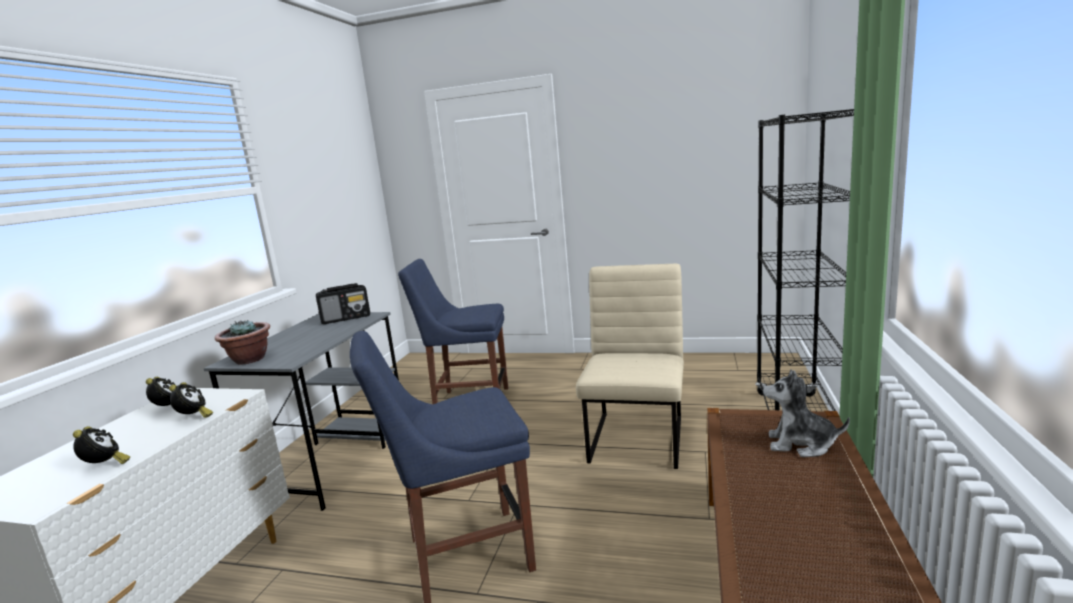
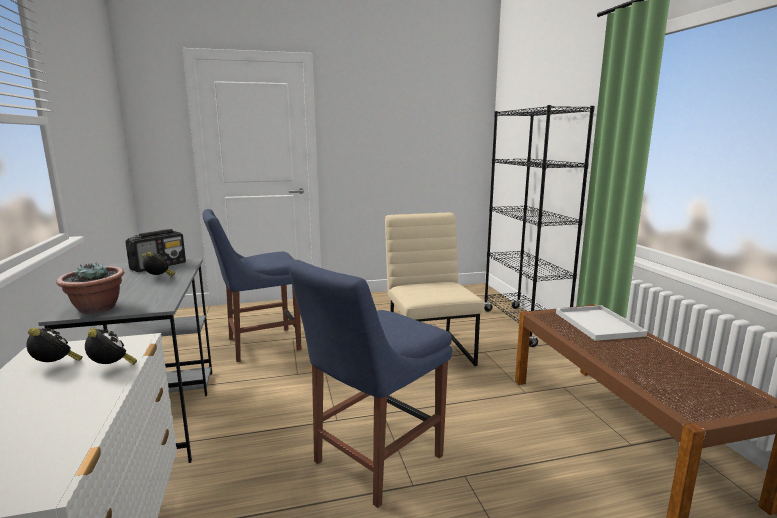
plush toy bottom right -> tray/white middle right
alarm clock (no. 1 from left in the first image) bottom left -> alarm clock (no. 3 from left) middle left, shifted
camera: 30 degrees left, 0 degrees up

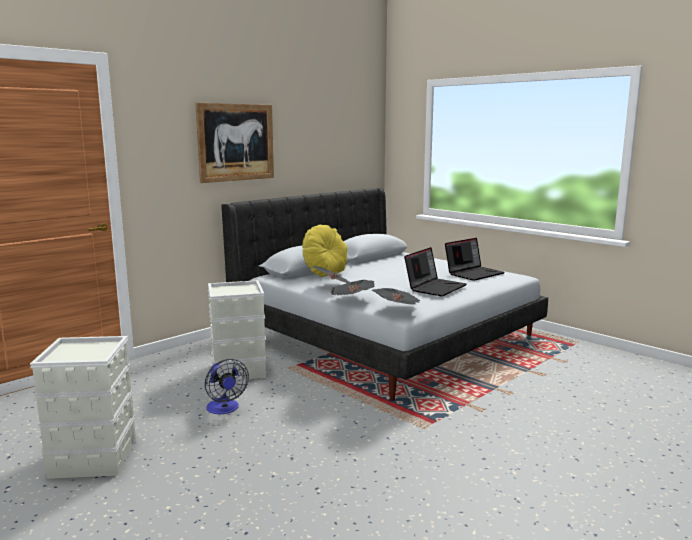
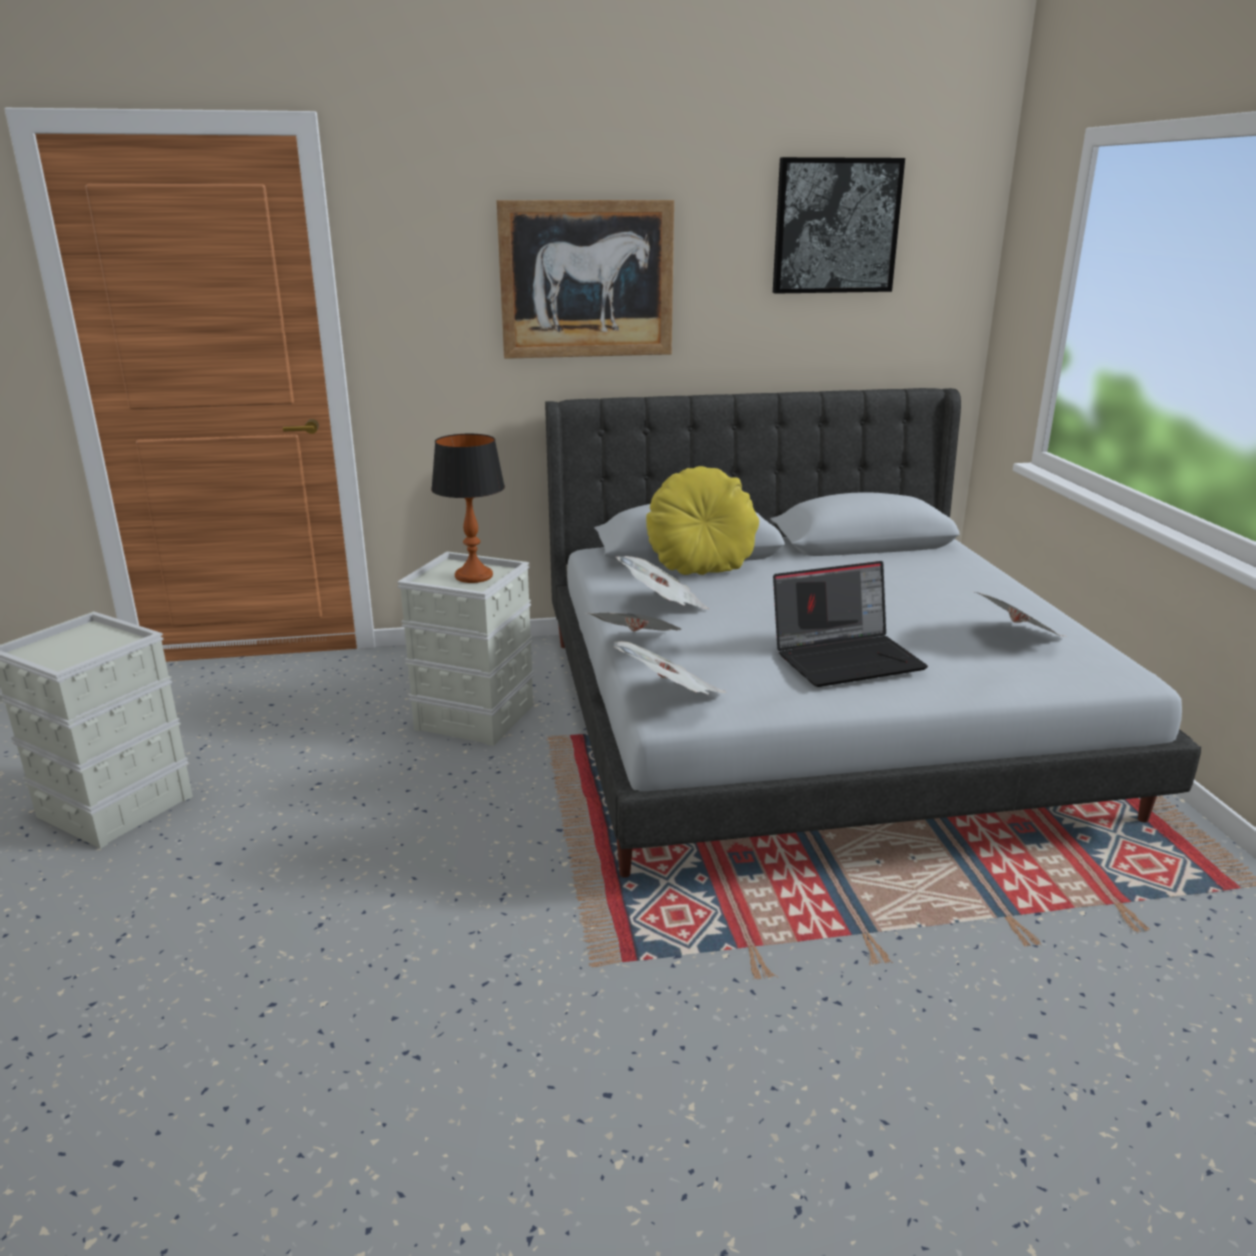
laptop (no. 2 from left) middle right -> newspaper (no. 4 from left) middle right
fan bottom left -> none
none -> picture (no. 2 from left) top right
none -> table lamp centre
camera: 35 degrees right, 10 degrees up

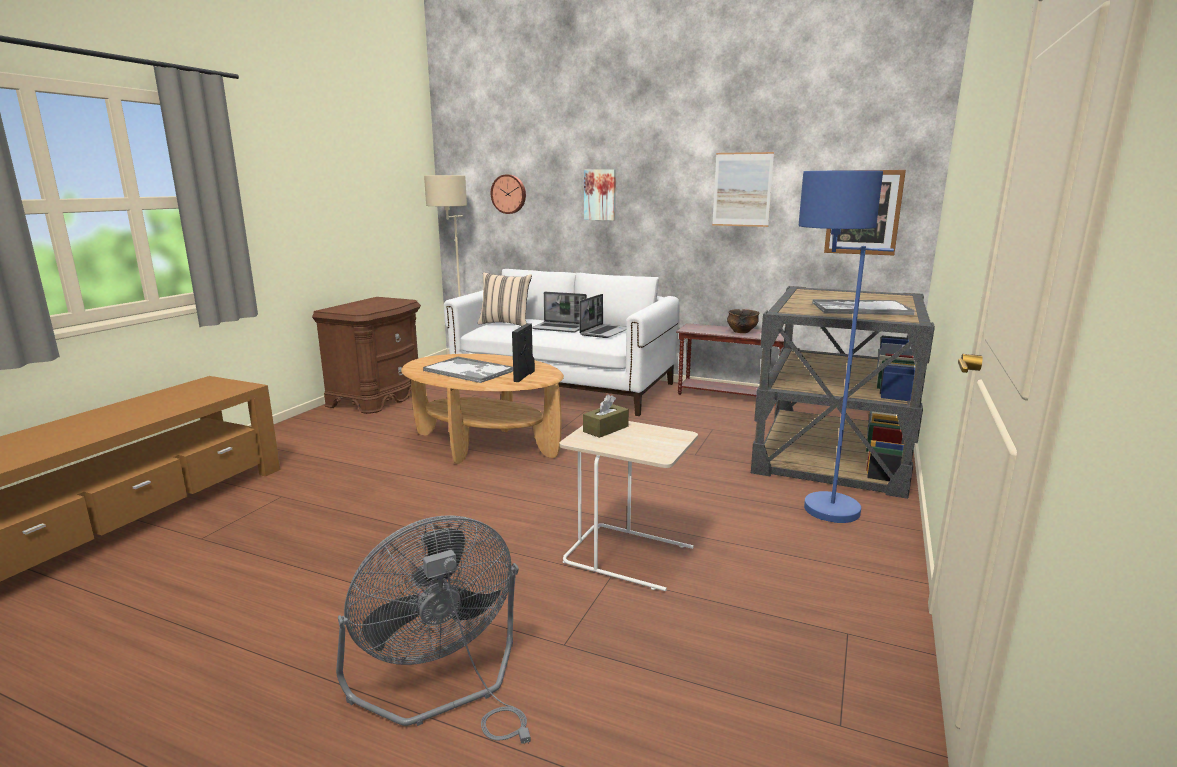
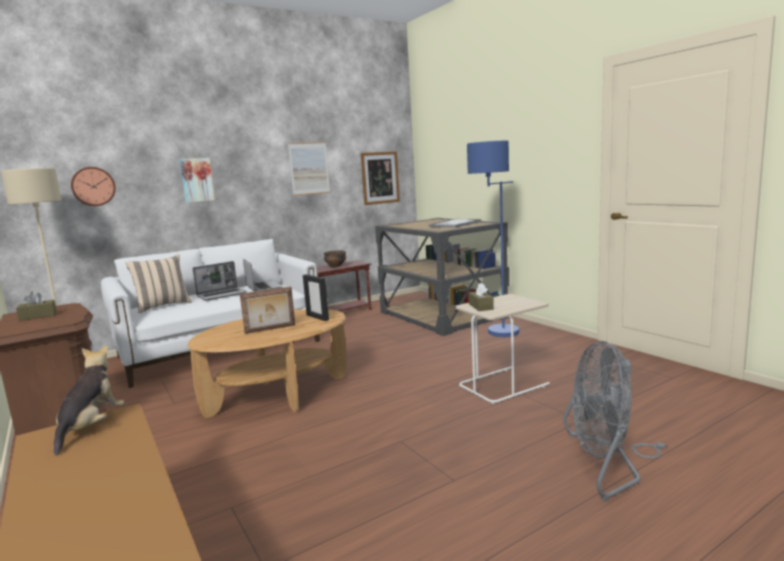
tray (no. 1 from left) centre -> picture frame (no. 1 from left) centre
none -> tissue box/brown (no. 1 from left) middle left
none -> plush toy bottom left
camera: 55 degrees left, 5 degrees down

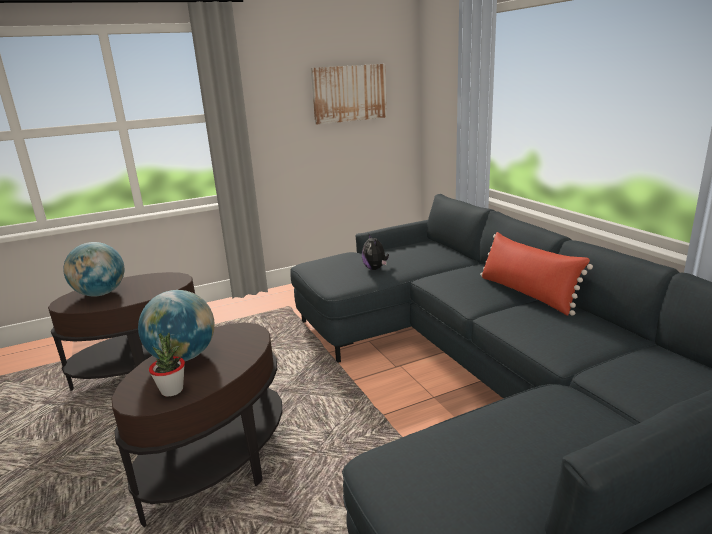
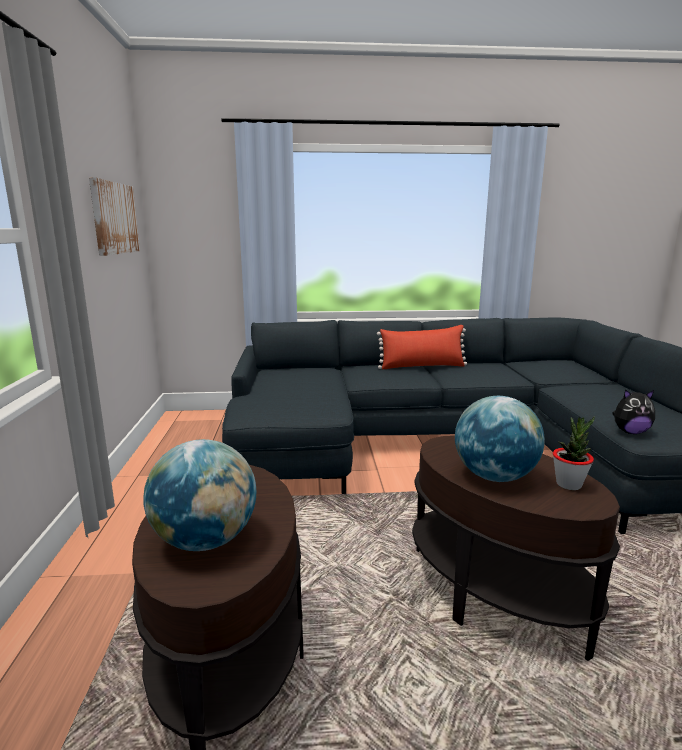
plush toy centre -> plush toy middle right, shifted
camera: 70 degrees left, 5 degrees down

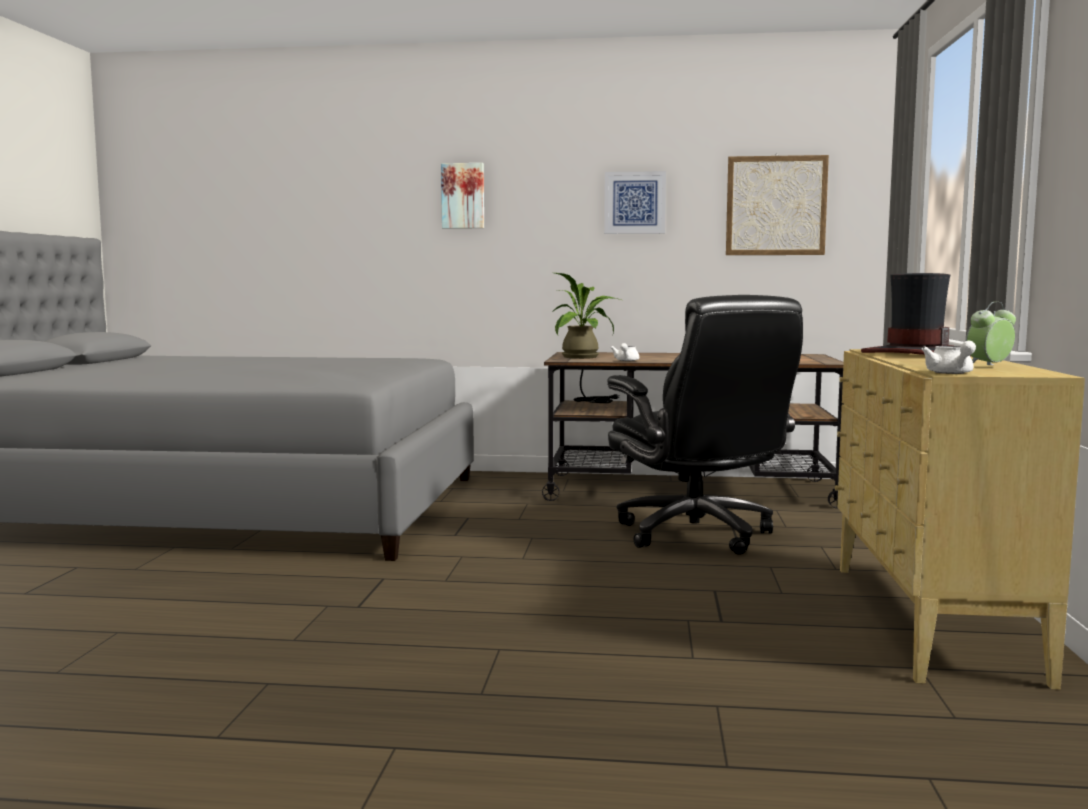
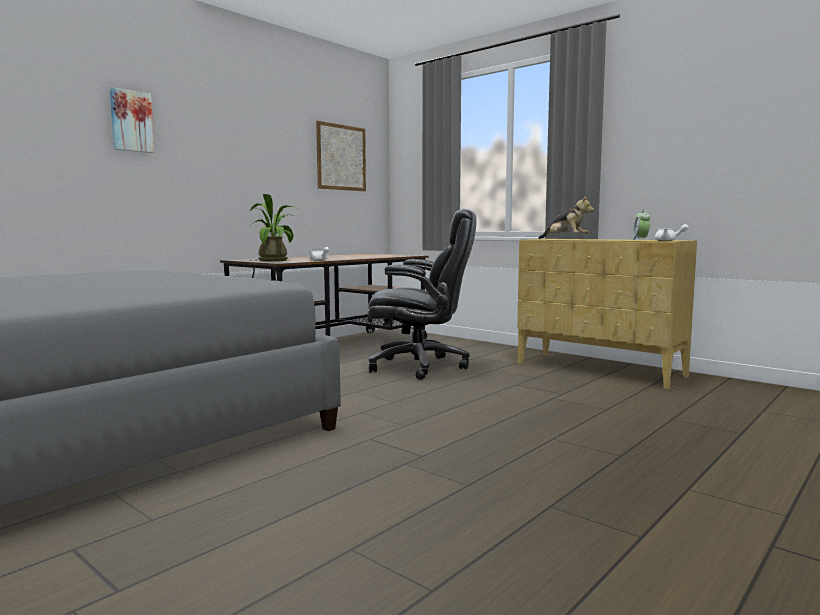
picture (no. 2 from left) top centre -> none
hat middle right -> plush toy middle right
camera: 55 degrees left, 0 degrees up

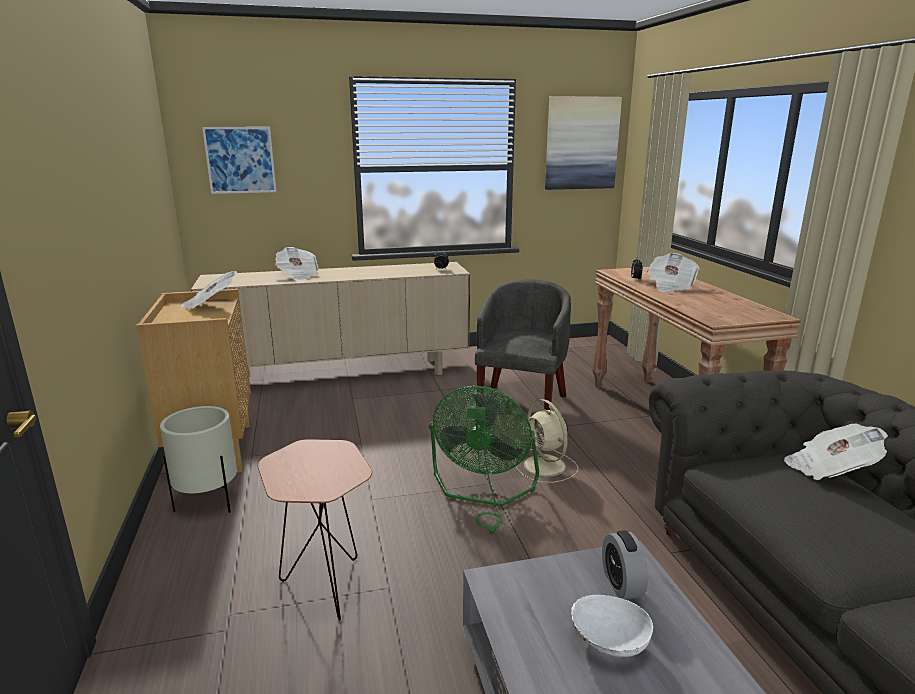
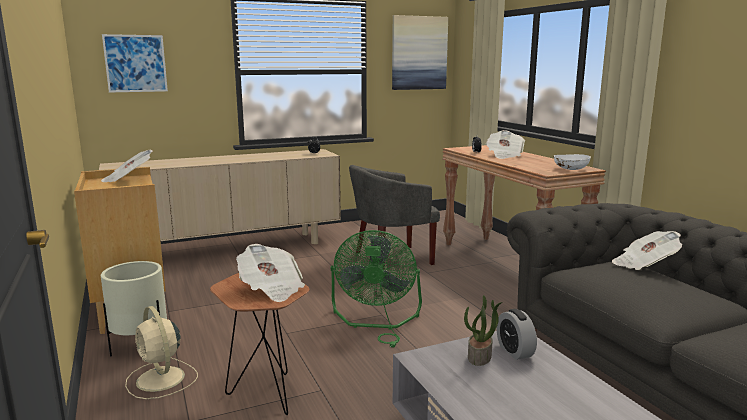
newspaper (no. 2 from left) middle left -> newspaper (no. 2 from left) centre, shifted
armchair/grey centre, 120 degrees counterclockwise
fan/beige centre -> fan/beige bottom left, shifted
bowl/white bottom right -> bowl/white middle right, shifted
none -> potted plant bottom centre
camera: 10 degrees left, 5 degrees down

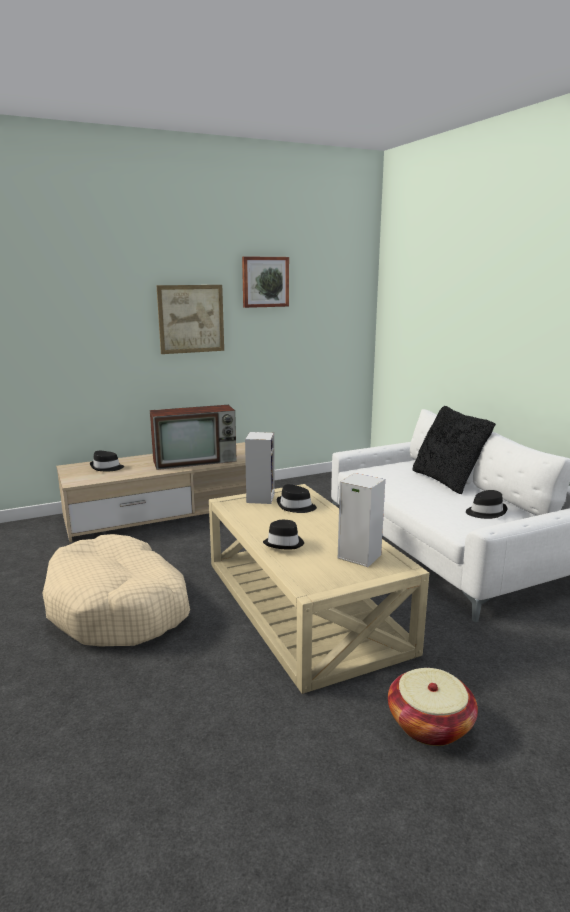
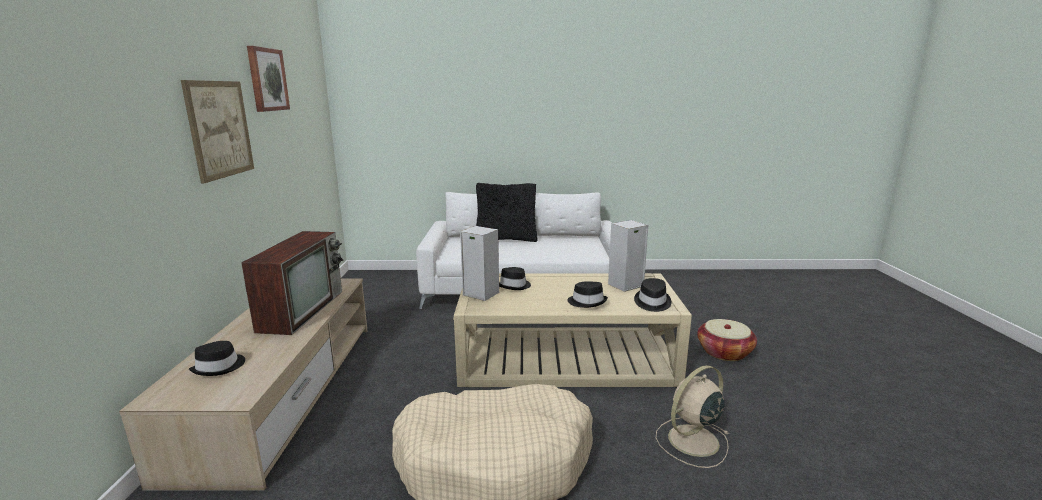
hat/black (no. 4 from left) middle right -> hat/black (no. 4 from left) centre, shifted
none -> fan/beige bottom centre
camera: 65 degrees left, 0 degrees up

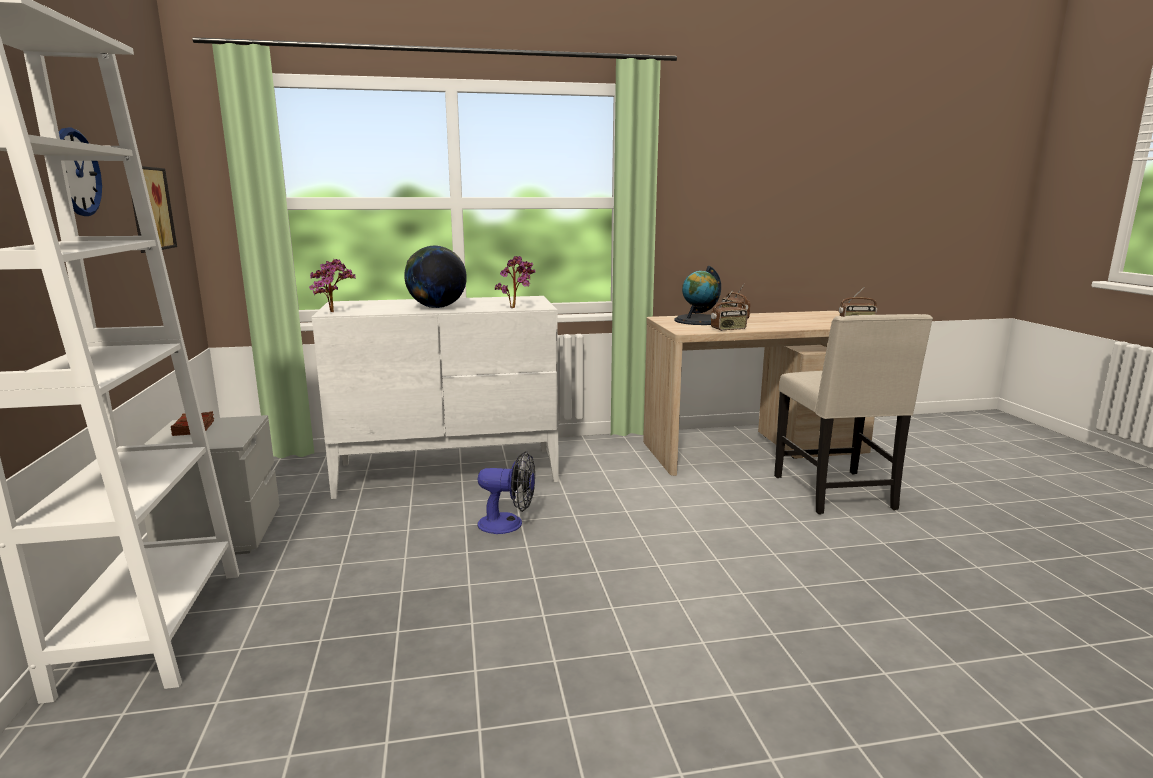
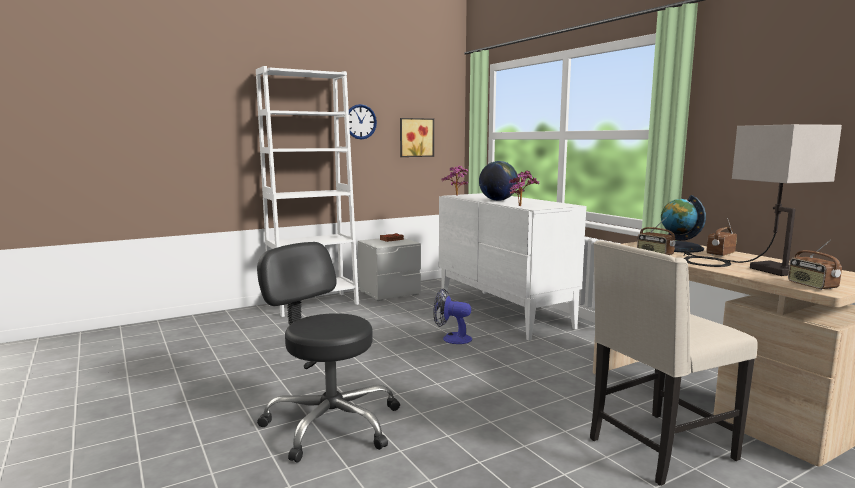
fan centre, 120 degrees clockwise
none -> table lamp middle right
none -> office chair/black bottom centre
camera: 70 degrees right, 5 degrees down

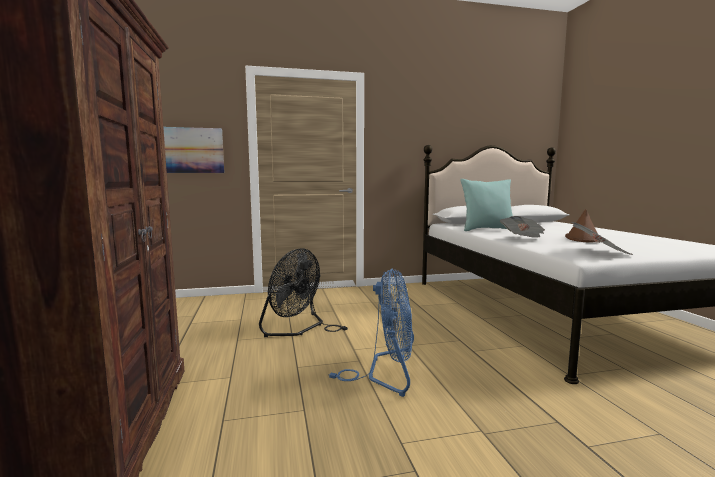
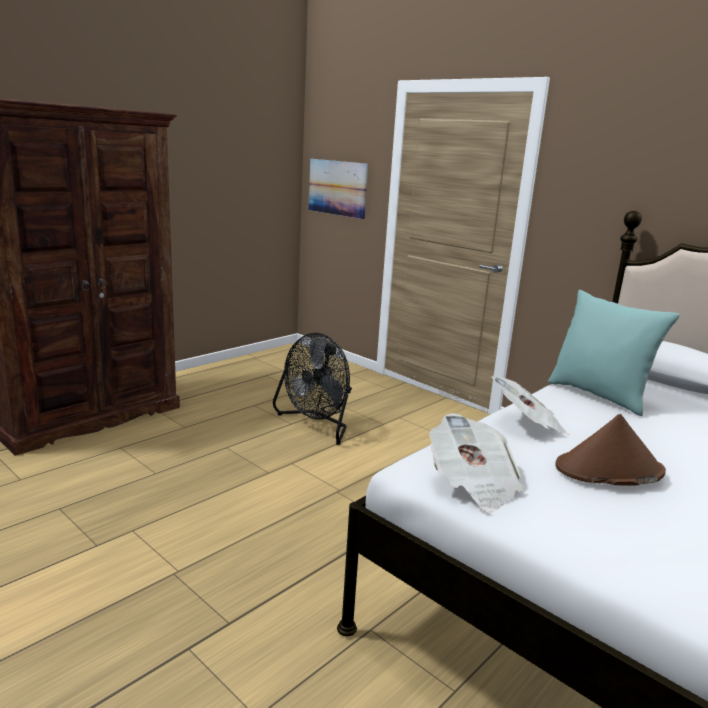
fan/black centre, 135 degrees counterclockwise
fan/blue bottom centre -> none
camera: 55 degrees right, 10 degrees up

